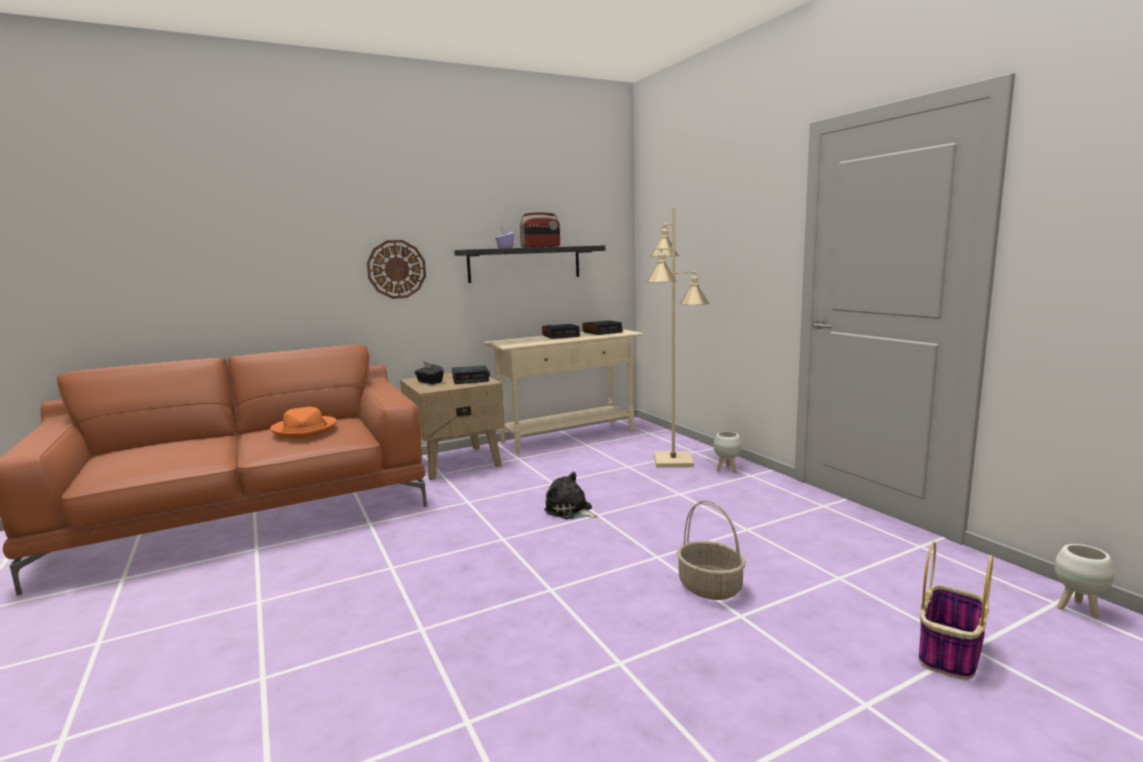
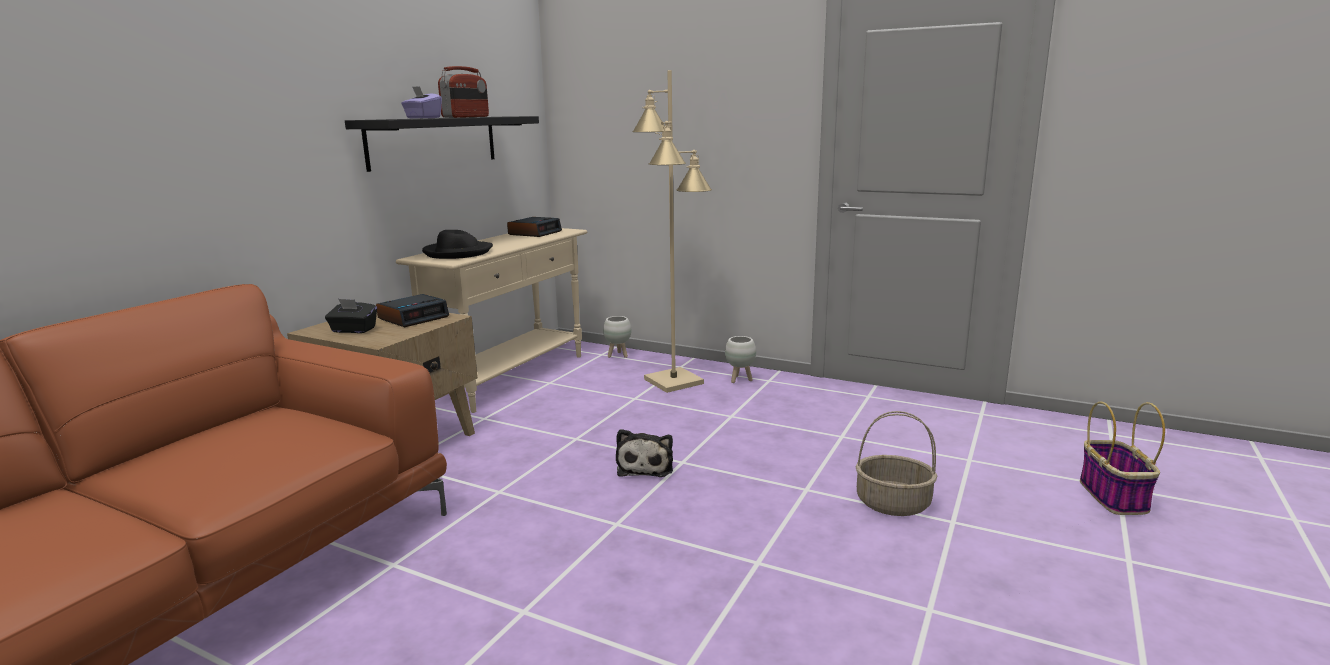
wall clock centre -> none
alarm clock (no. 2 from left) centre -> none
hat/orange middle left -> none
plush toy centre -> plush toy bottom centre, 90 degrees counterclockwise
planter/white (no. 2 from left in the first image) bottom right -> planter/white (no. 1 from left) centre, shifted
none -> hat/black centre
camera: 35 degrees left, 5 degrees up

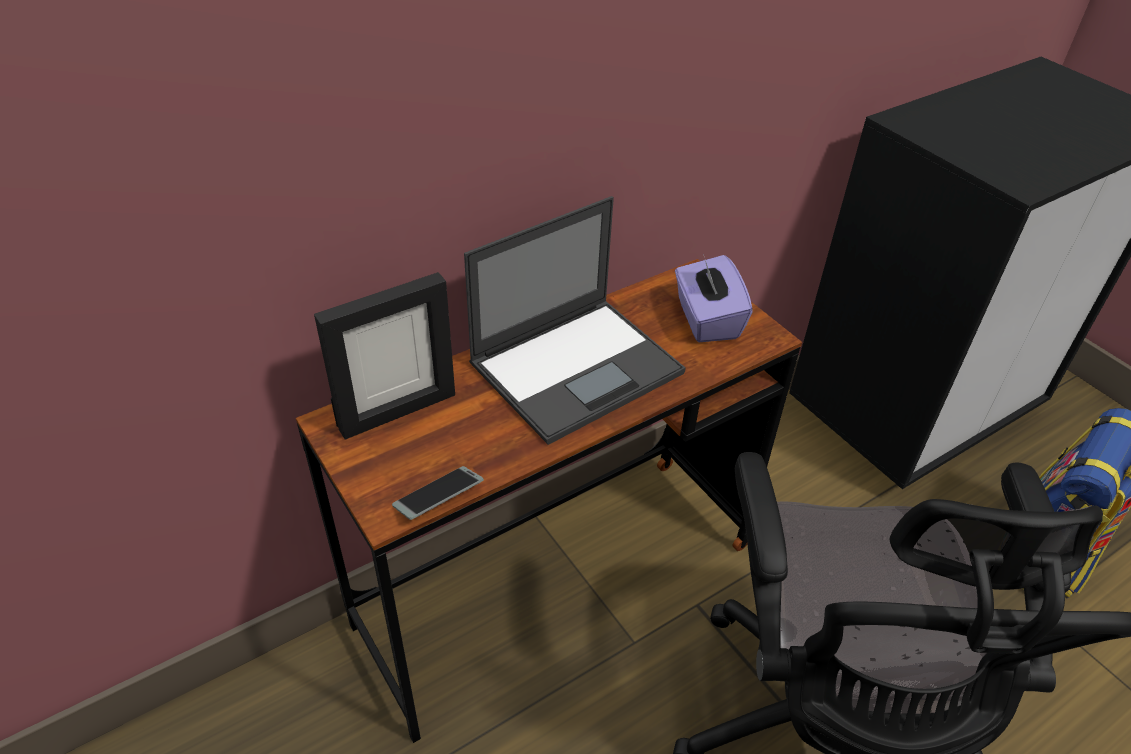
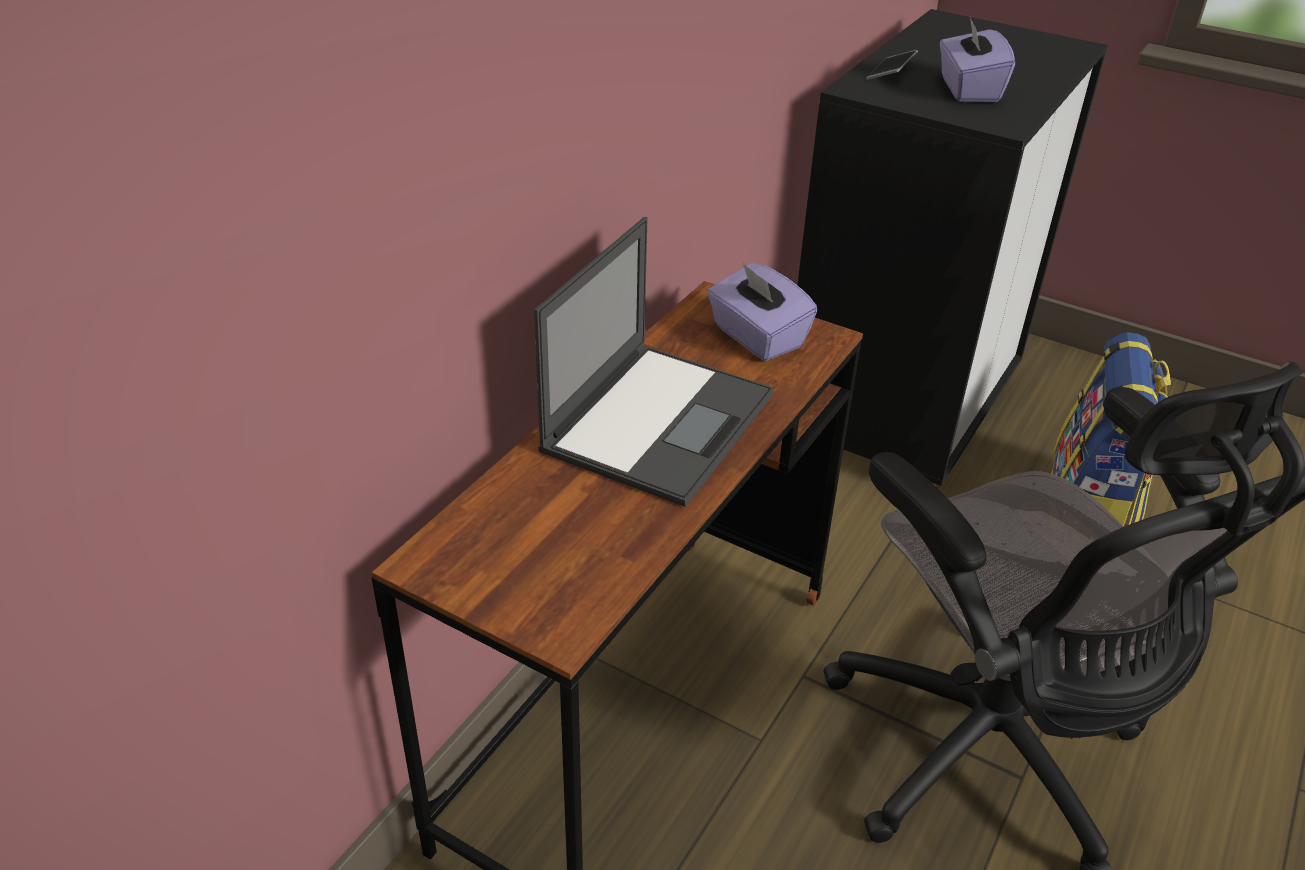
picture frame centre -> none
phone centre -> phone top right, shifted
none -> tissue box/purple (no. 2 from left) top right
camera: 25 degrees left, 5 degrees down

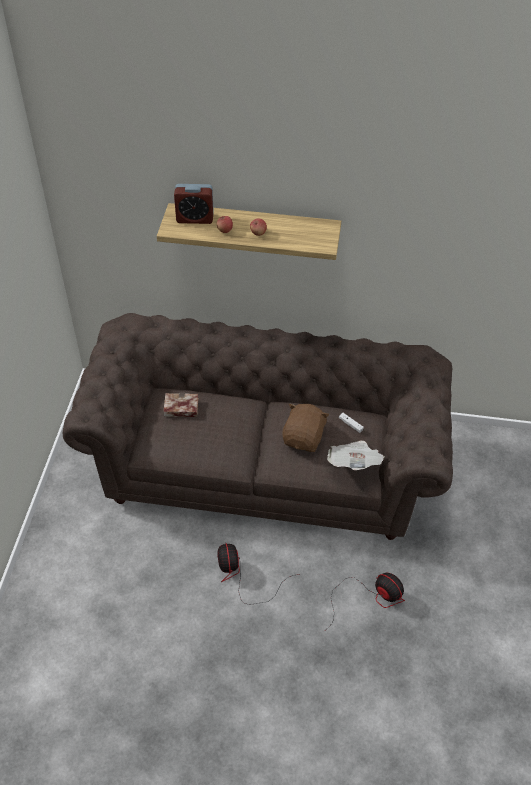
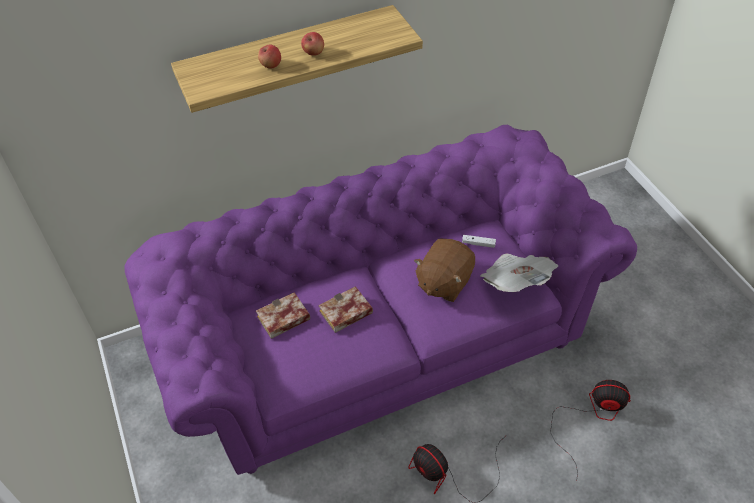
alarm clock top centre -> none
sofa/brown centre -> sofa/purple centre
plush toy/brown centre, 135 degrees counterclockwise
none -> book (no. 2 from left) centre
camera: 30 degrees left, 0 degrees up

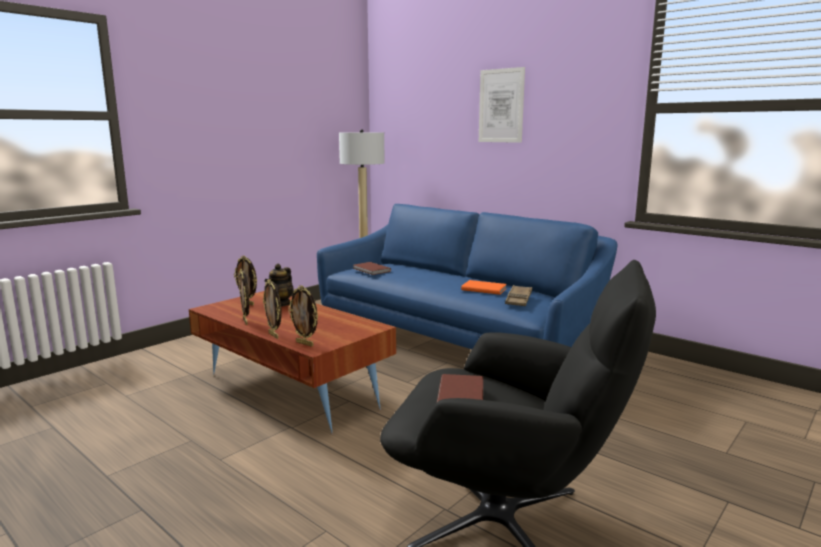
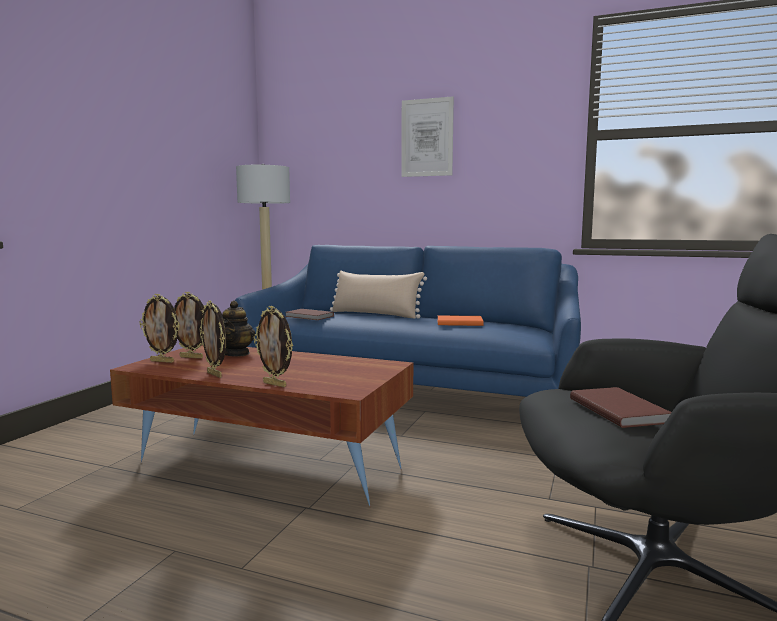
picture frame (no. 4 from left in the first image) centre -> picture frame (no. 1 from left) middle left, shifted
tray/brown centre -> none
none -> pillow/beige centre
camera: 20 degrees left, 5 degrees down

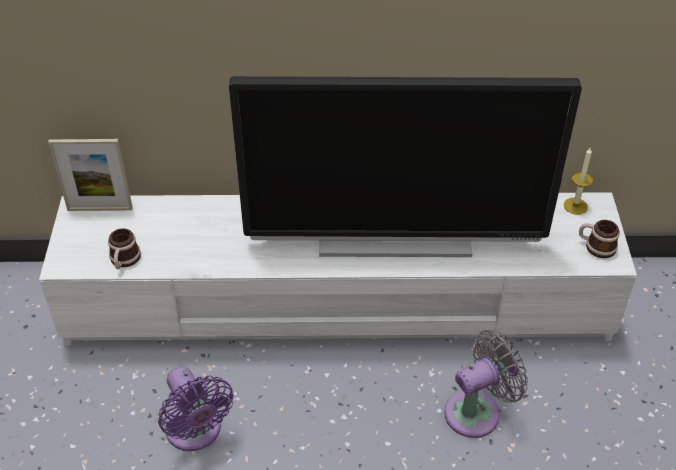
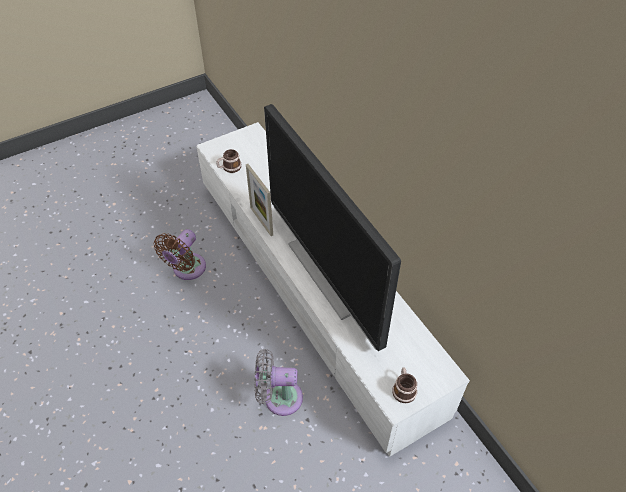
picture frame middle left -> picture frame centre, shifted
candle middle right -> none
fan/grey bottom right -> fan/grey bottom centre, 150 degrees clockwise
fan/purple bottom left -> fan/brown middle left
camera: 60 degrees right, 5 degrees up

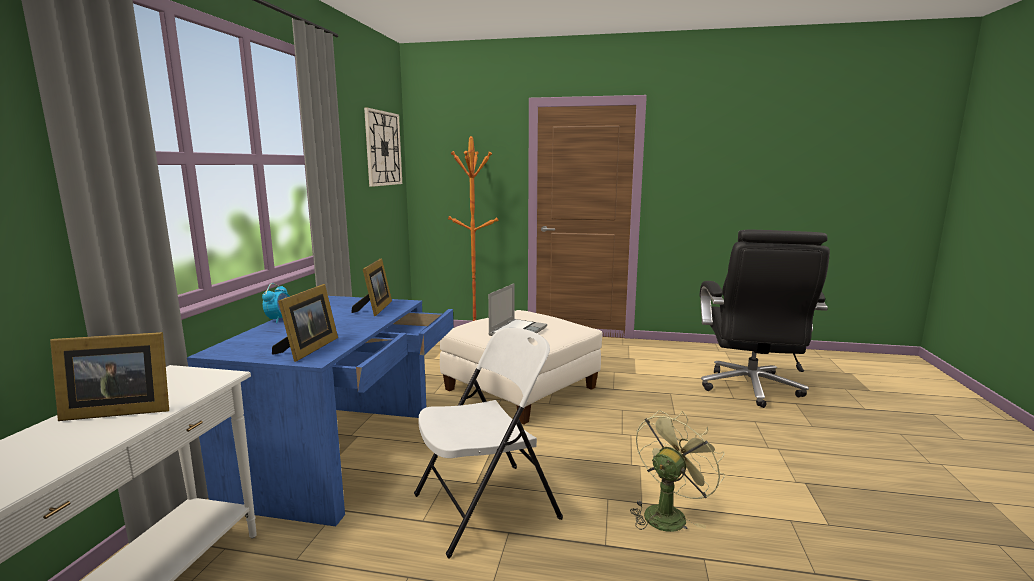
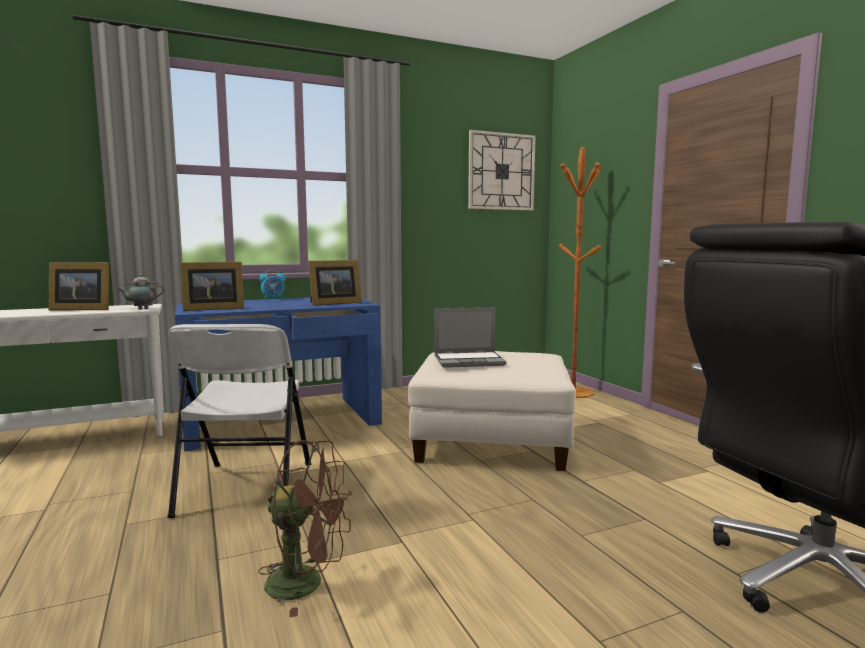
chair/white bottom centre -> chair/white middle left, 60 degrees clockwise
picture frame (no. 1 from left) middle left, 45 degrees counterclockwise
fan/green bottom centre -> fan/brown bottom centre
none -> teapot middle left
camera: 55 degrees right, 5 degrees down

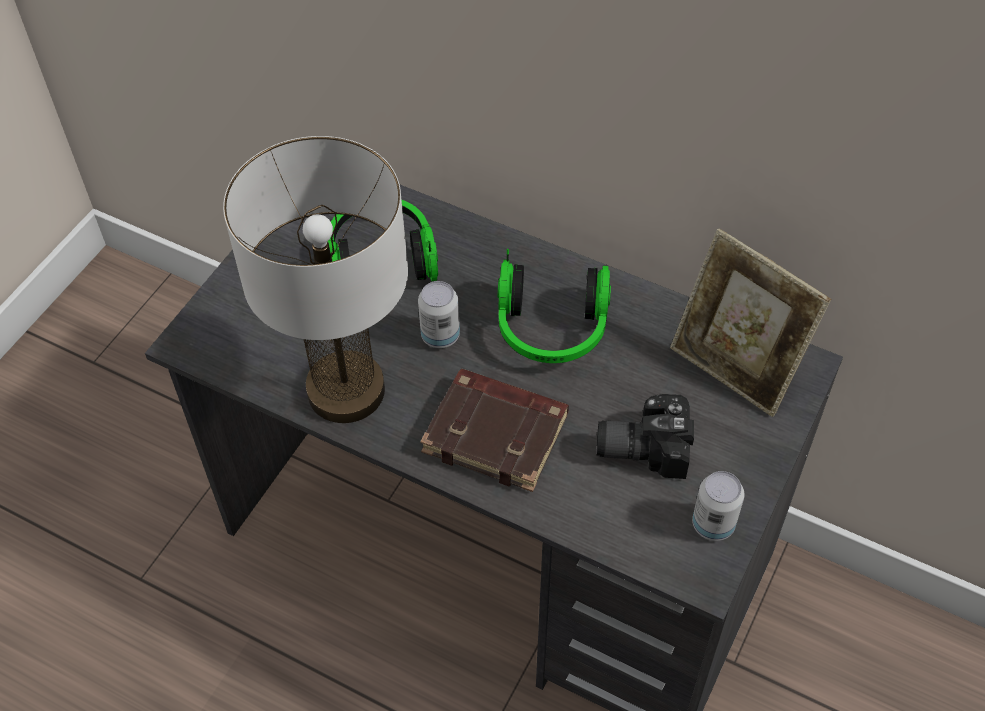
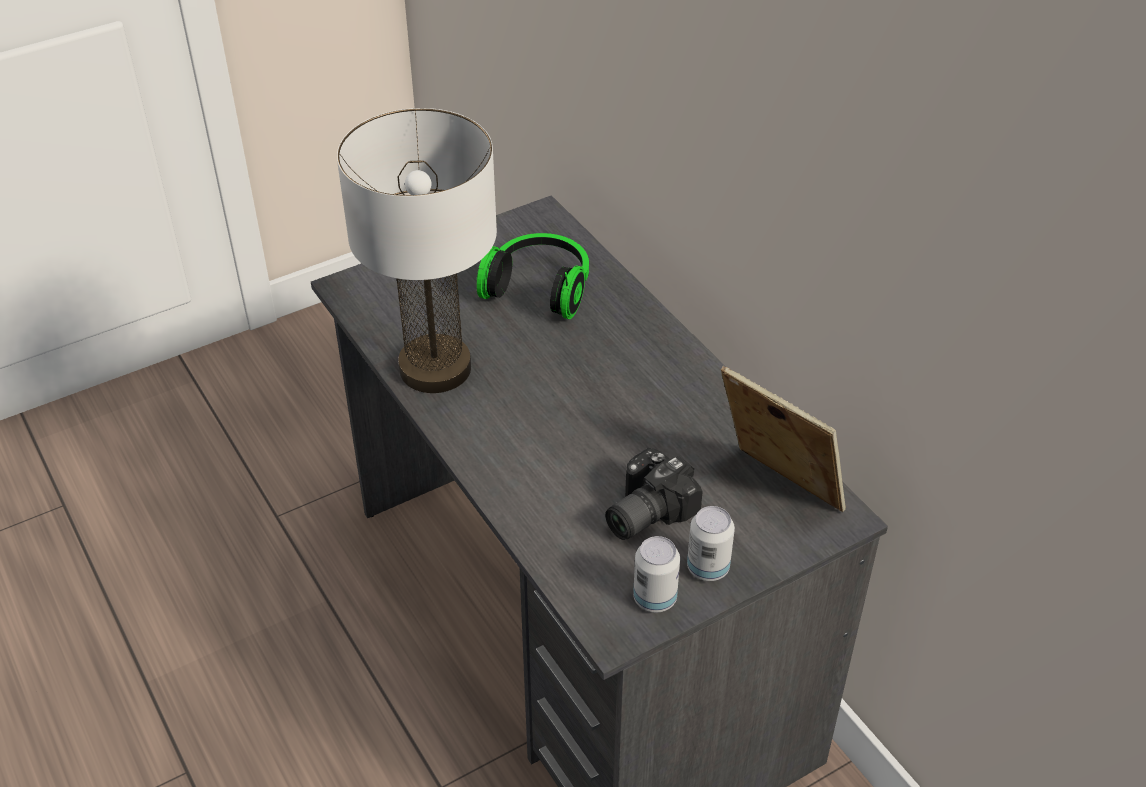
picture frame middle right, 150 degrees clockwise
headphones (no. 2 from left) centre -> none
can (no. 1 from left in the first image) centre -> can (no. 2 from left) bottom centre, shifted
book/brown centre -> none
photo camera centre, 75 degrees counterclockwise
camera: 30 degrees right, 10 degrees down

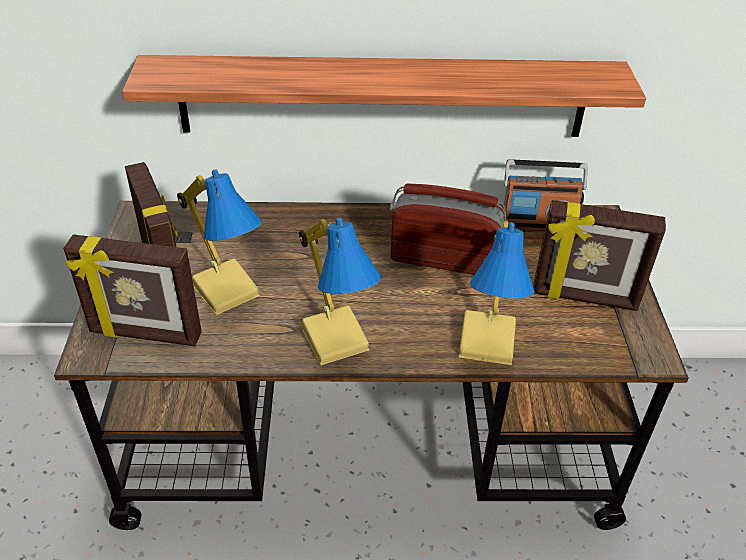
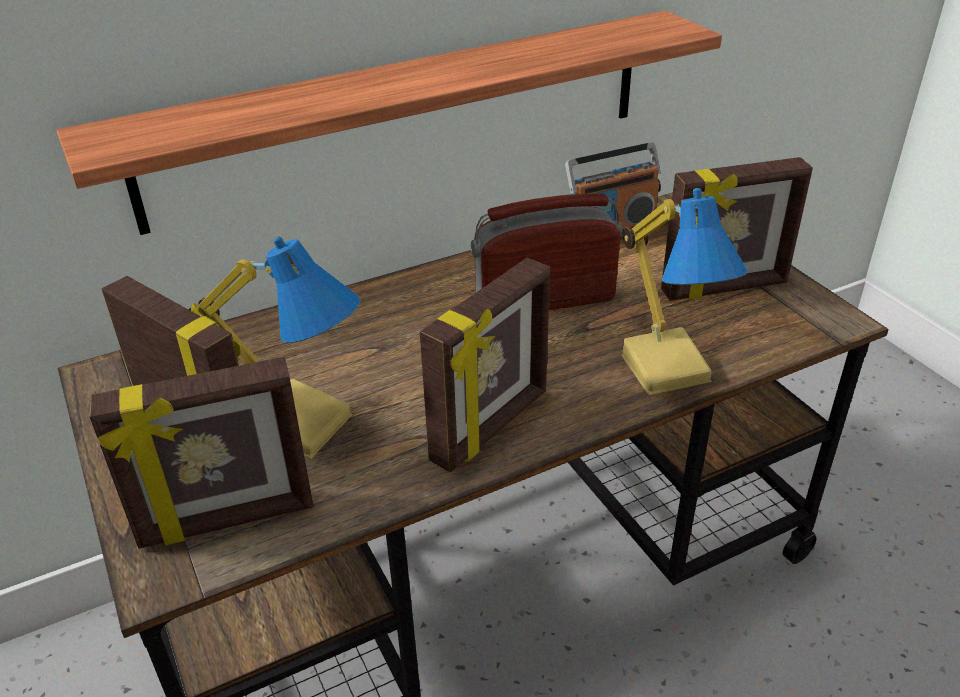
table lamp (no. 2 from left) centre -> picture frame (no. 3 from left) centre
camera: 25 degrees left, 5 degrees down

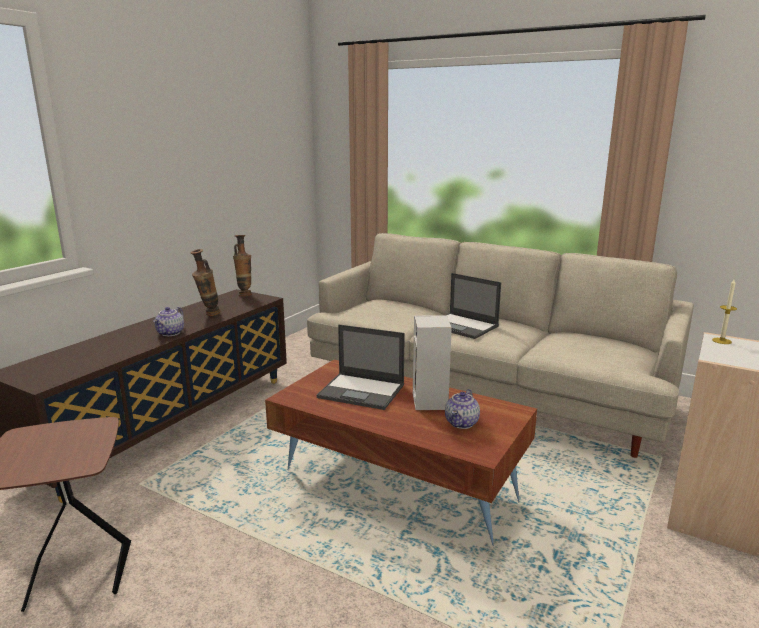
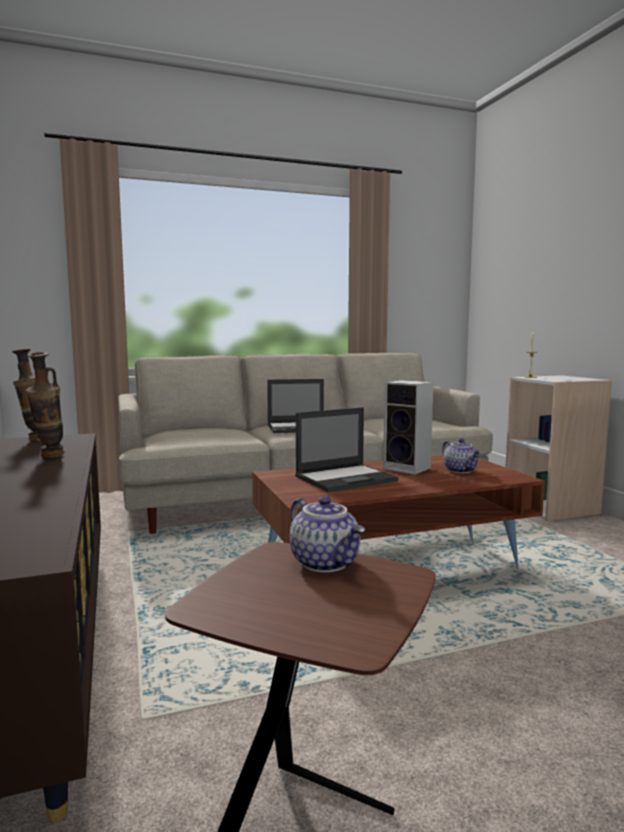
teapot (no. 1 from left) middle left -> teapot (no. 1 from left) centre, shifted
camera: 50 degrees left, 10 degrees down

